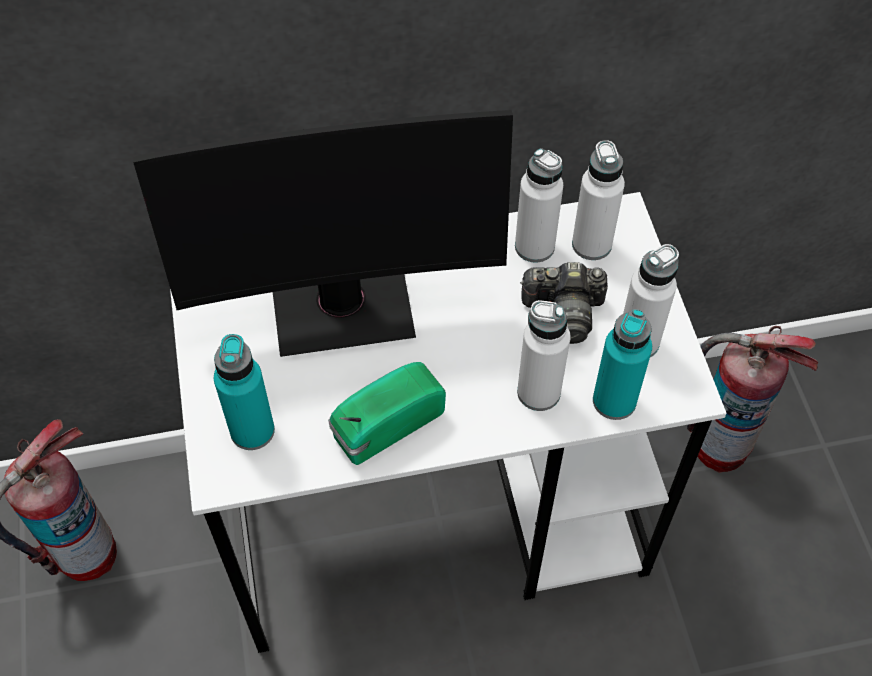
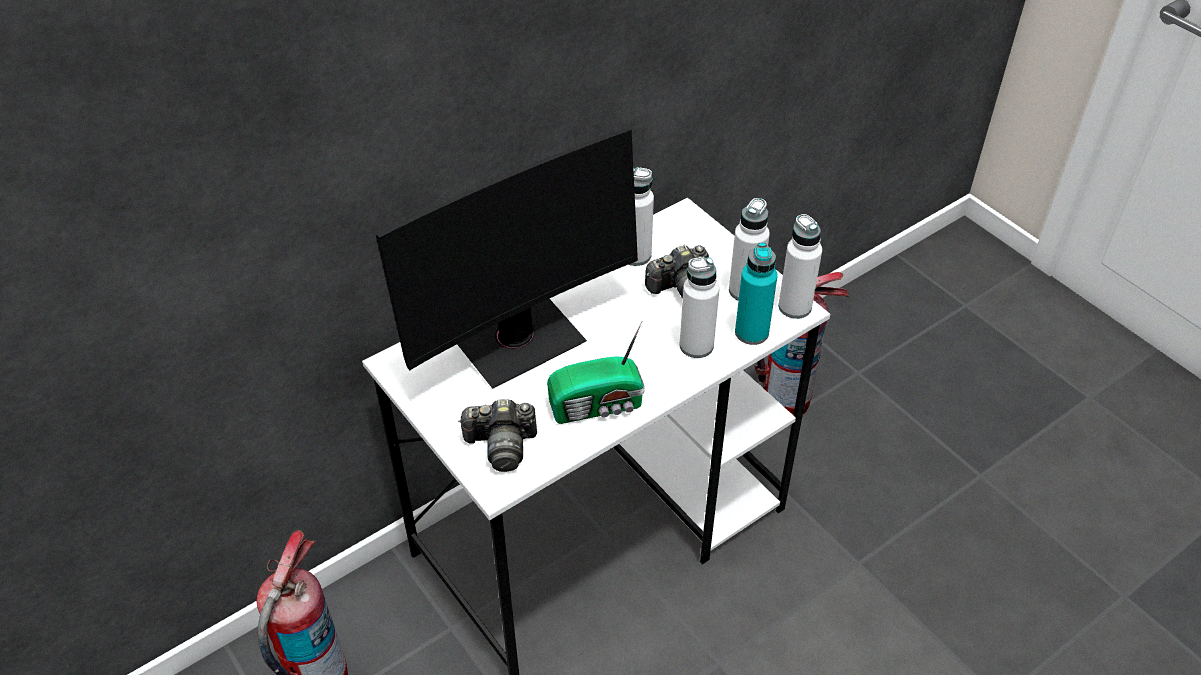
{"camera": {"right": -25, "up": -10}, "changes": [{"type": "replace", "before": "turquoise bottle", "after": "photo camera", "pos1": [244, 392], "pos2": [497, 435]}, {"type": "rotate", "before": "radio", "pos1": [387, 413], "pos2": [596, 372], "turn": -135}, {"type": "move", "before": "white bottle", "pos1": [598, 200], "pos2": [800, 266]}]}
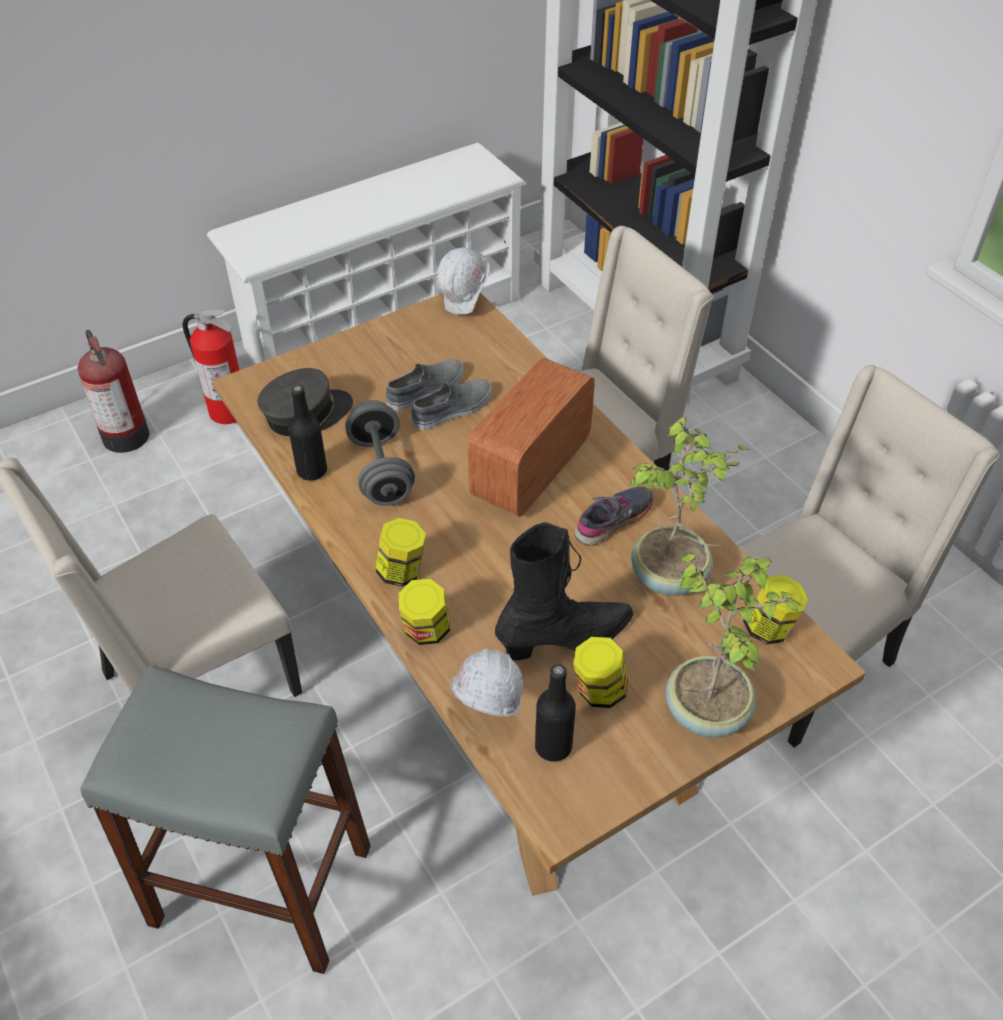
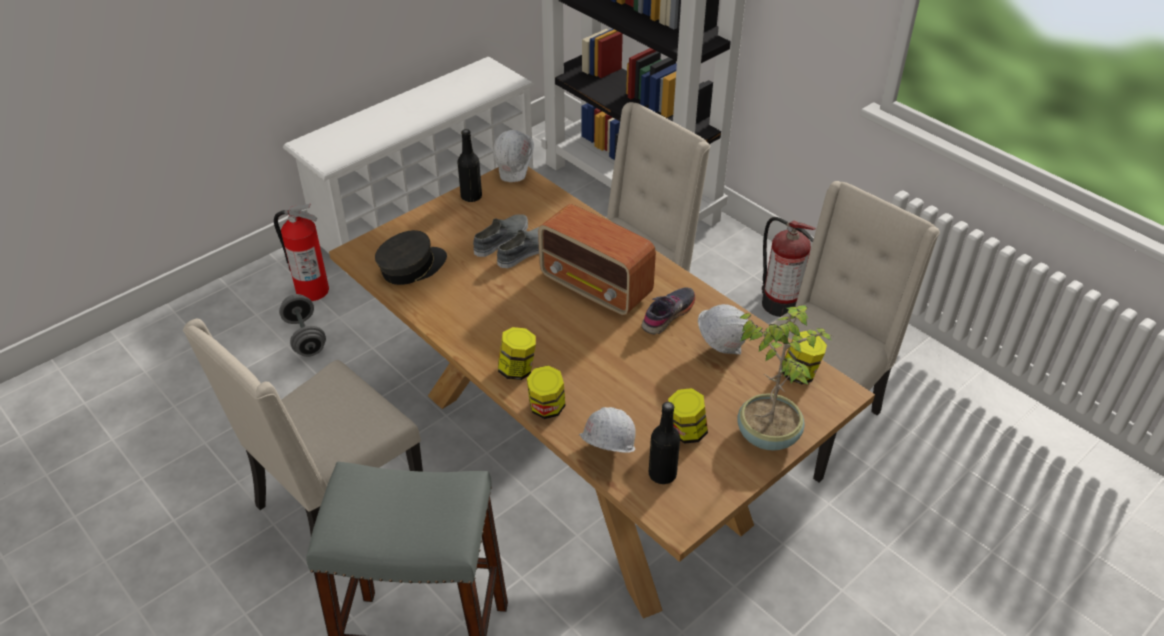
{"camera": {"right": -10, "up": -5}, "changes": [{"type": "move", "before": "grey dumbbell", "pos1": [380, 453], "pos2": [302, 325]}, {"type": "move", "before": "black bottle", "pos1": [307, 433], "pos2": [469, 165]}, {"type": "rotate", "before": "radio", "pos1": [531, 437], "pos2": [597, 259], "turn": -75}, {"type": "replace", "before": "potted plant", "after": "white hard hat", "pos1": [690, 506], "pos2": [723, 329]}, {"type": "move", "before": "fire extinguisher", "pos1": [113, 391], "pos2": [789, 267]}, {"type": "delete", "before": "black boot", "pos1": [564, 591]}]}
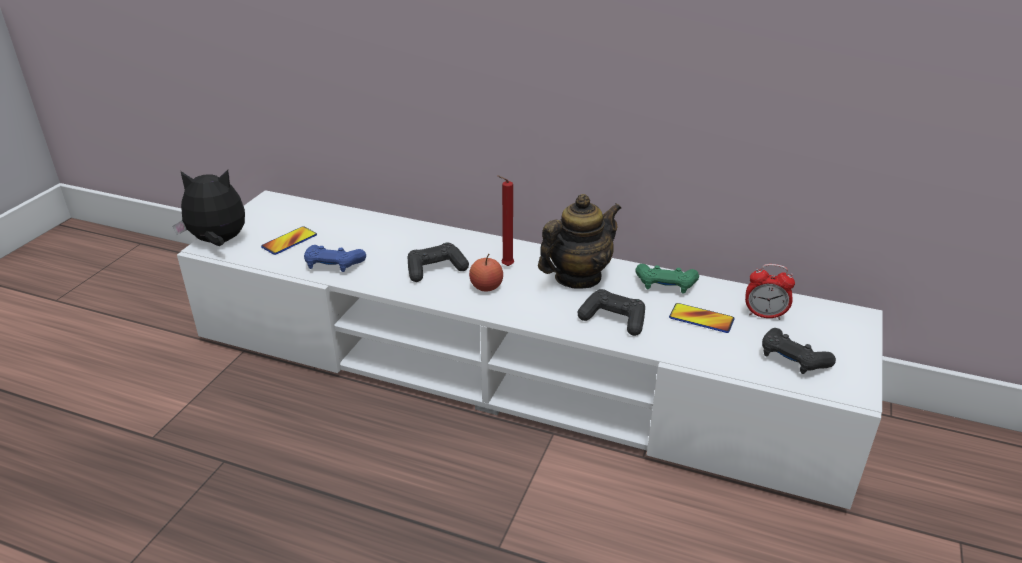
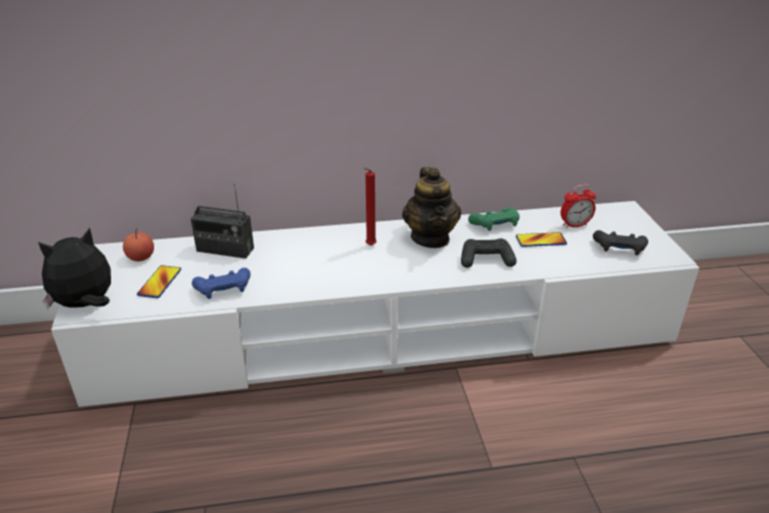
{"camera": {"right": -30, "up": 0}, "changes": [{"type": "move", "before": "apple", "pos1": [486, 273], "pos2": [138, 244]}, {"type": "insert", "after": "radio", "pos2": [222, 221]}, {"type": "rotate", "before": "teapot", "pos1": [579, 241], "pos2": [431, 207], "turn": 150}, {"type": "delete", "before": "black game controller", "pos1": [438, 262]}]}
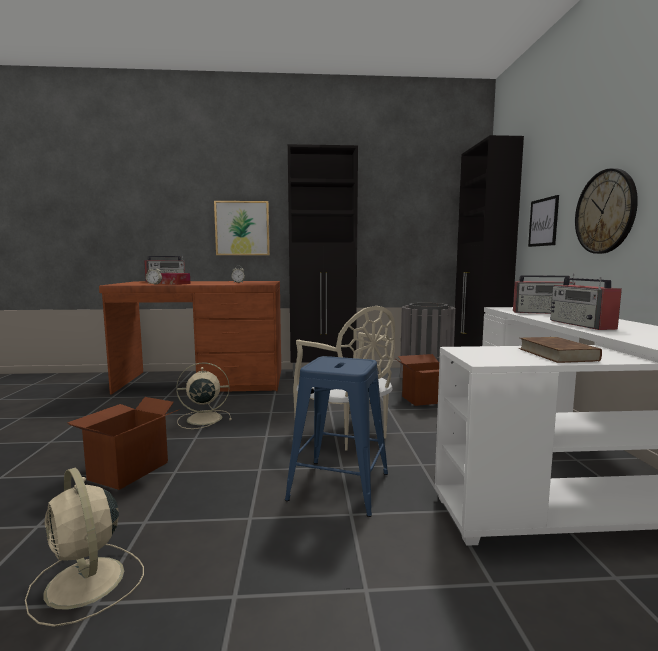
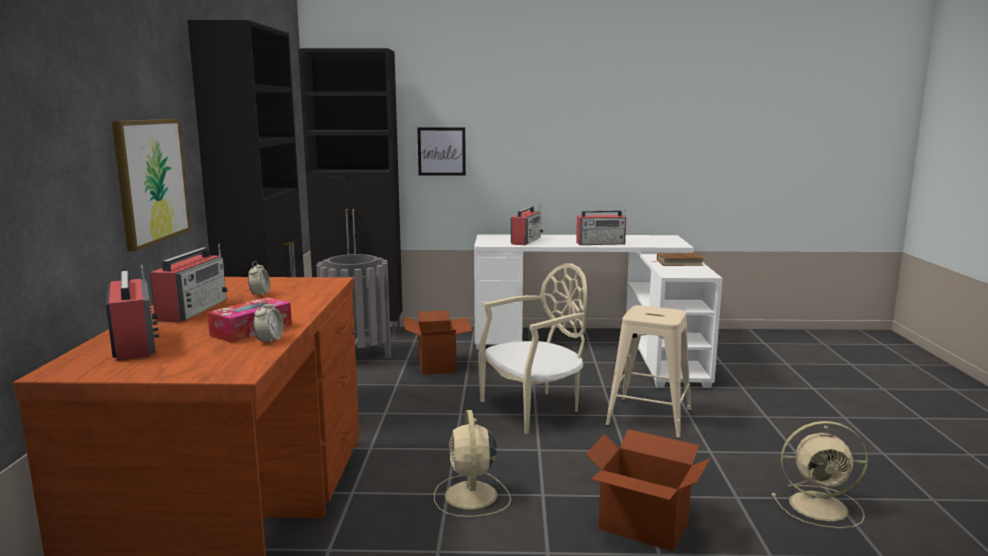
{"camera": {"right": -85, "up": 5}, "changes": [{"type": "insert", "after": "radio", "pos2": [189, 283]}, {"type": "recolor", "before": "blue stool", "after": "beige stool", "pos1": [336, 436], "pos2": [648, 371]}, {"type": "rotate", "before": "beige fan", "pos1": [84, 547], "pos2": [820, 474], "turn": 45}, {"type": "delete", "before": "wall clock", "pos1": [606, 211]}]}
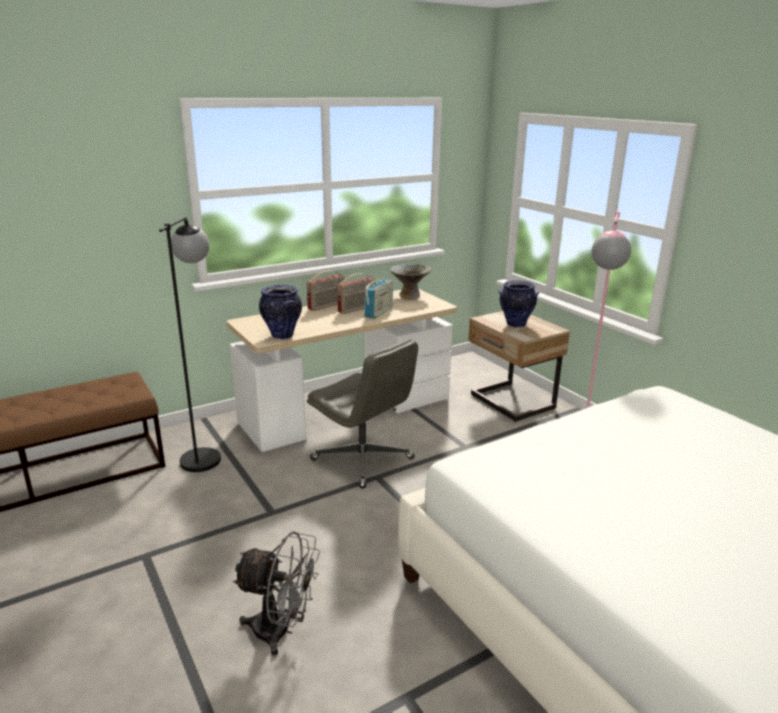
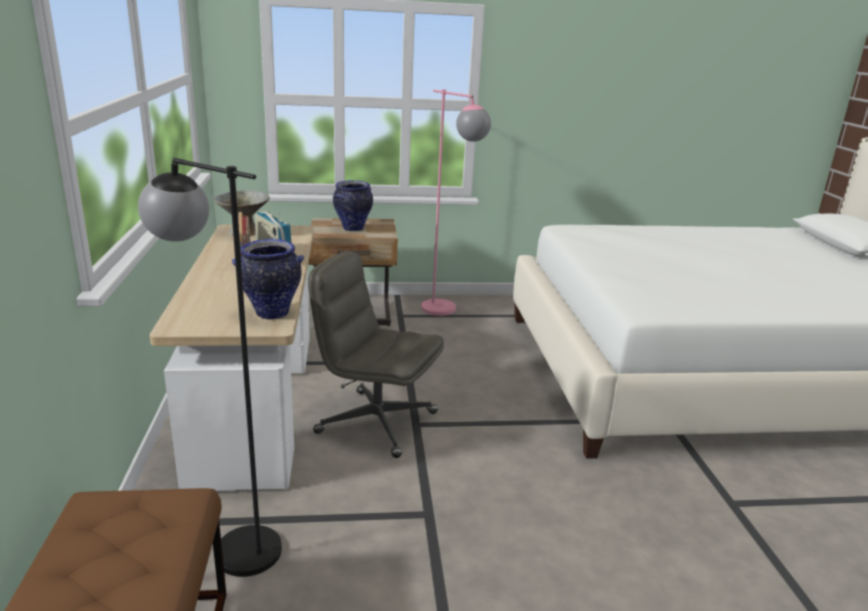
{"camera": {"right": -65, "up": 0}, "changes": [{"type": "rotate", "before": "grey office chair", "pos1": [362, 414], "pos2": [376, 354], "turn": -135}, {"type": "delete", "before": "grey fan", "pos1": [276, 593]}, {"type": "delete", "before": "radio", "pos1": [325, 291]}]}
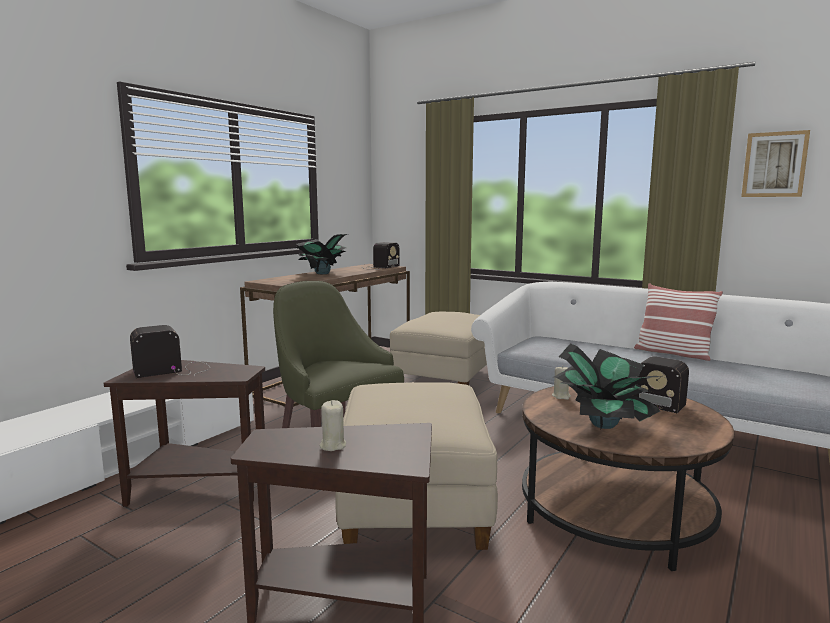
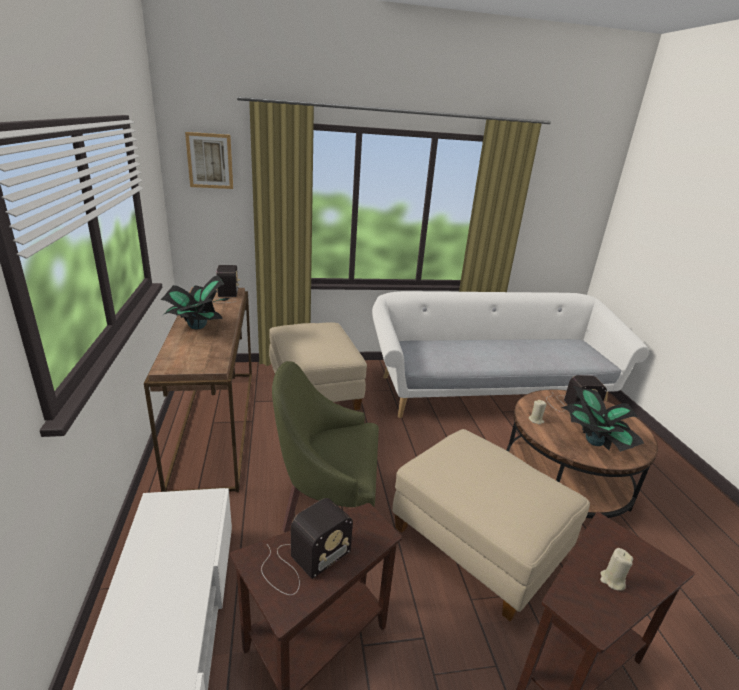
{"camera": {"right": -45, "up": 15}, "changes": [{"type": "move", "before": "picture", "pos1": [775, 163], "pos2": [209, 160]}, {"type": "rotate", "before": "radio", "pos1": [170, 351], "pos2": [307, 546], "turn": -150}, {"type": "delete", "before": "pillow", "pos1": [678, 322]}]}
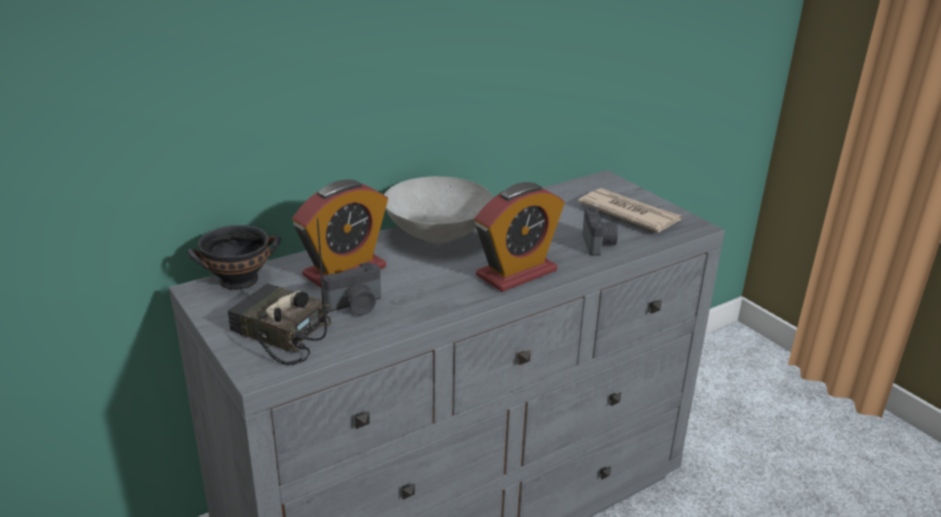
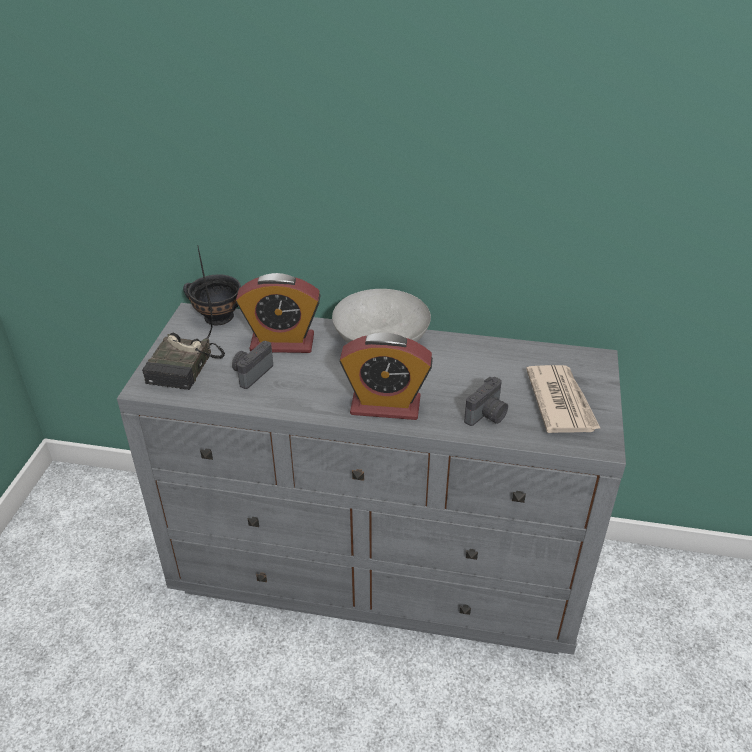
{"camera": {"right": 45, "up": 10}, "changes": [{"type": "rotate", "before": "radio", "pos1": [279, 291], "pos2": [183, 317], "turn": -150}, {"type": "rotate", "before": "photo camera", "pos1": [352, 288], "pos2": [252, 365], "turn": 105}]}
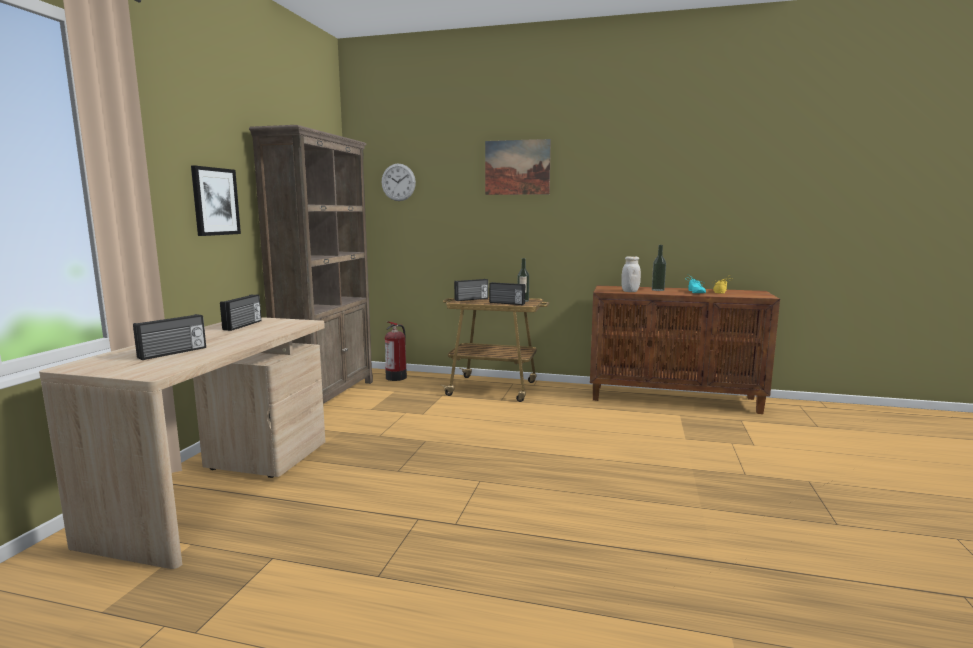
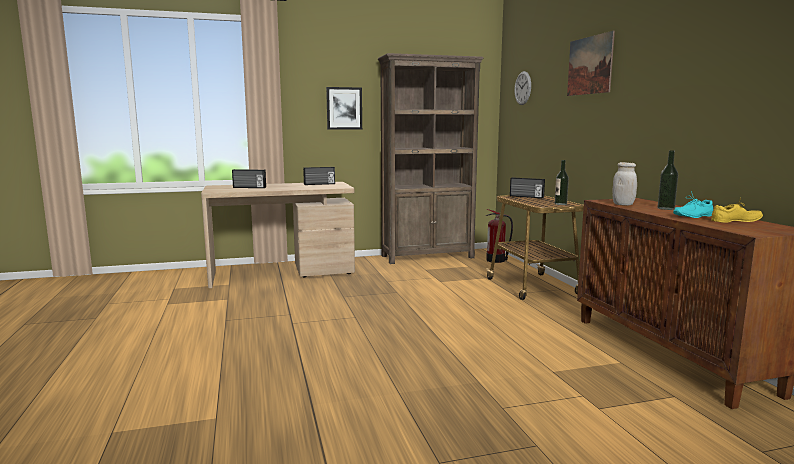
{"camera": {"right": 60, "up": 0}, "changes": [{"type": "delete", "before": "radio", "pos1": [507, 293]}]}
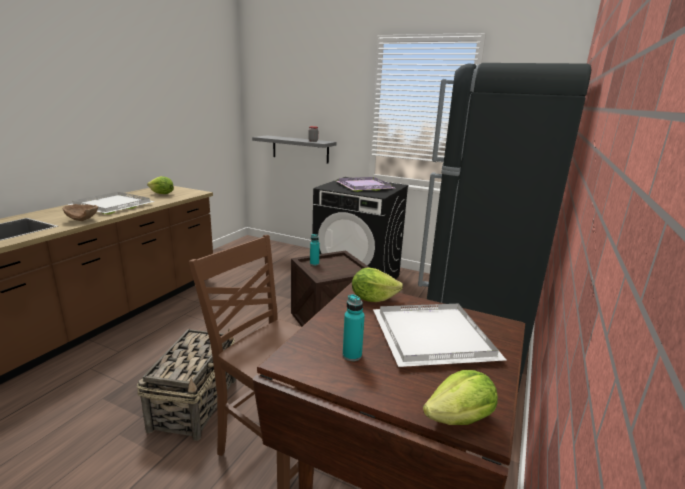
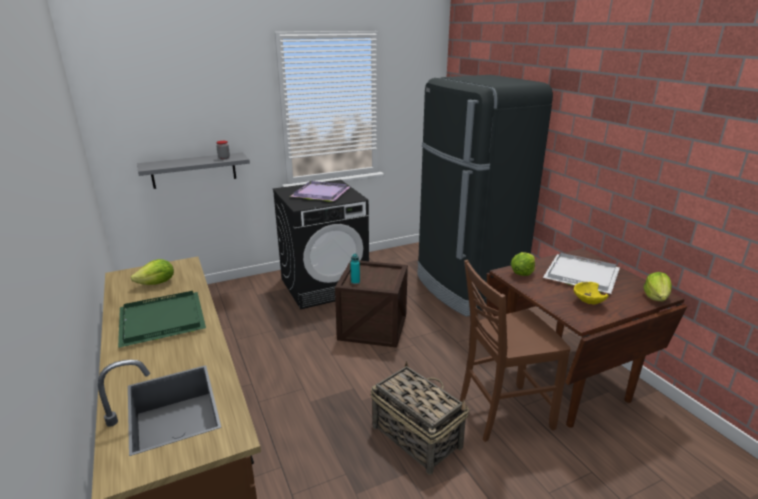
{"camera": {"right": -50, "up": 5}, "changes": [{"type": "recolor", "before": "white tray", "after": "green tray", "pos1": [111, 203], "pos2": [162, 319]}, {"type": "replace", "before": "turquoise bottle", "after": "yellow bowl", "pos1": [354, 327], "pos2": [591, 293]}, {"type": "delete", "before": "brown bowl", "pos1": [80, 212]}]}
